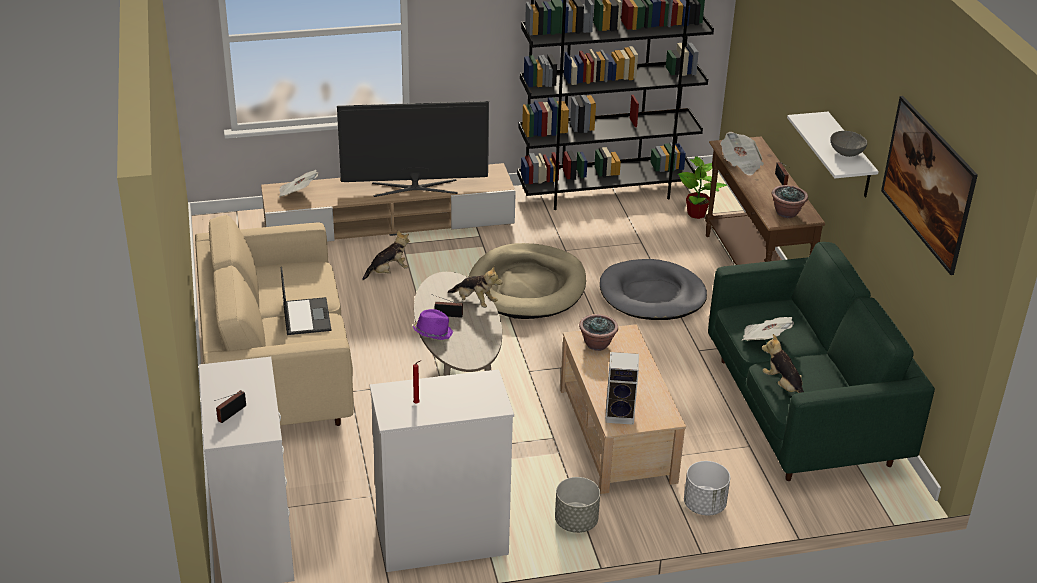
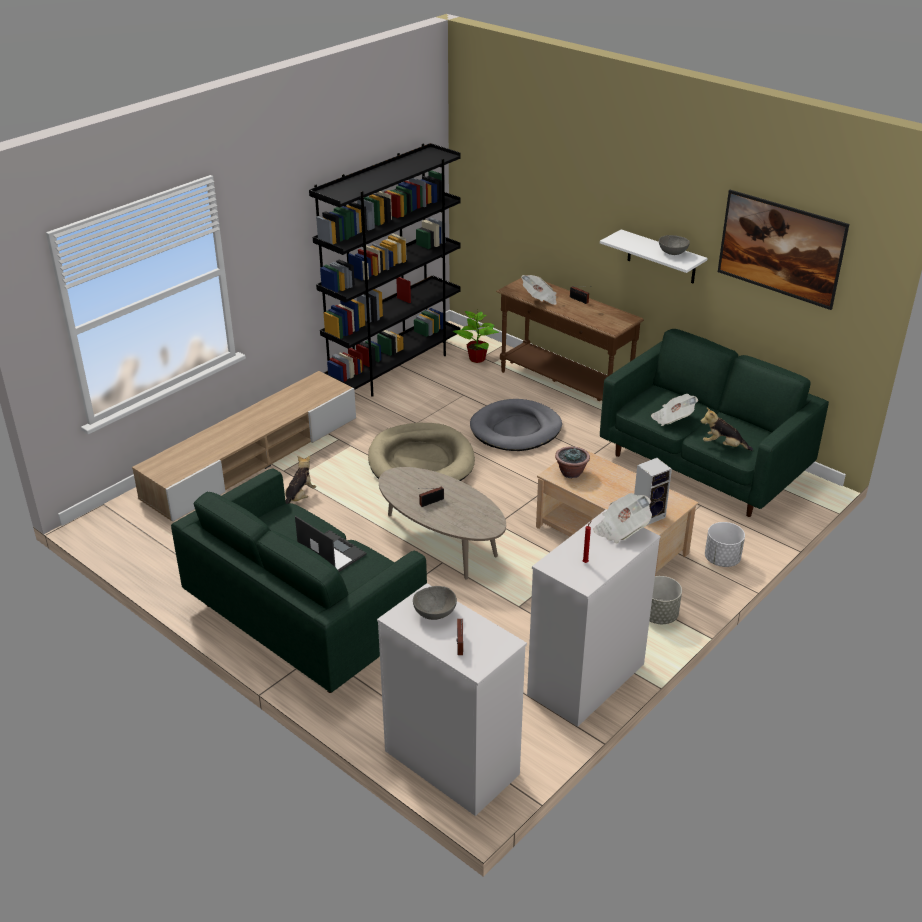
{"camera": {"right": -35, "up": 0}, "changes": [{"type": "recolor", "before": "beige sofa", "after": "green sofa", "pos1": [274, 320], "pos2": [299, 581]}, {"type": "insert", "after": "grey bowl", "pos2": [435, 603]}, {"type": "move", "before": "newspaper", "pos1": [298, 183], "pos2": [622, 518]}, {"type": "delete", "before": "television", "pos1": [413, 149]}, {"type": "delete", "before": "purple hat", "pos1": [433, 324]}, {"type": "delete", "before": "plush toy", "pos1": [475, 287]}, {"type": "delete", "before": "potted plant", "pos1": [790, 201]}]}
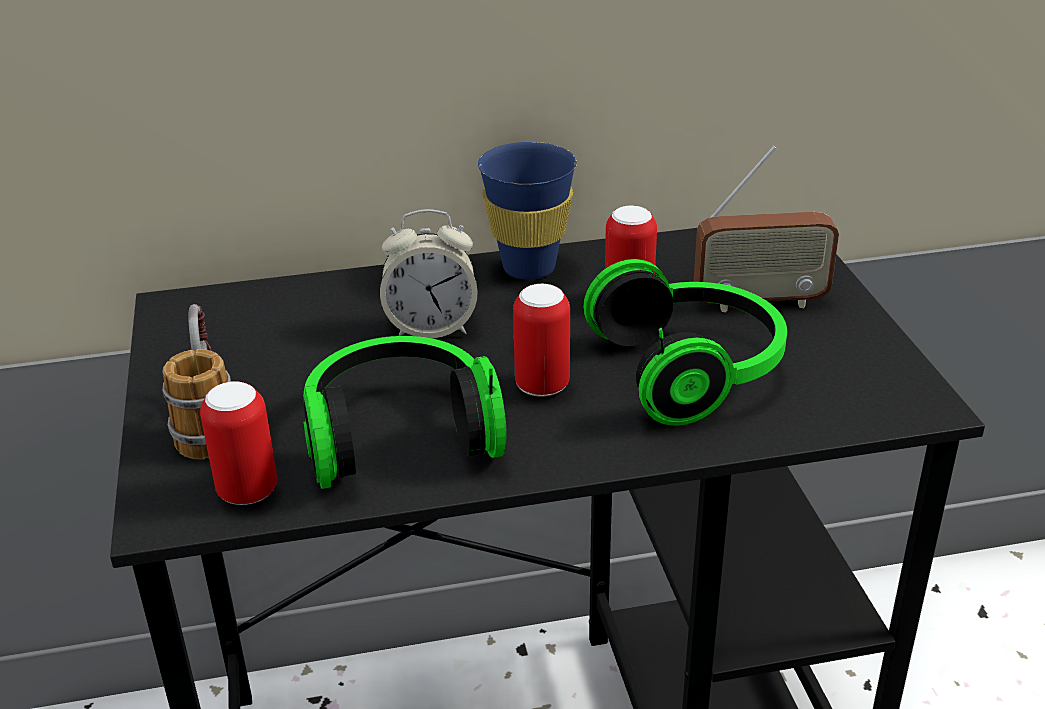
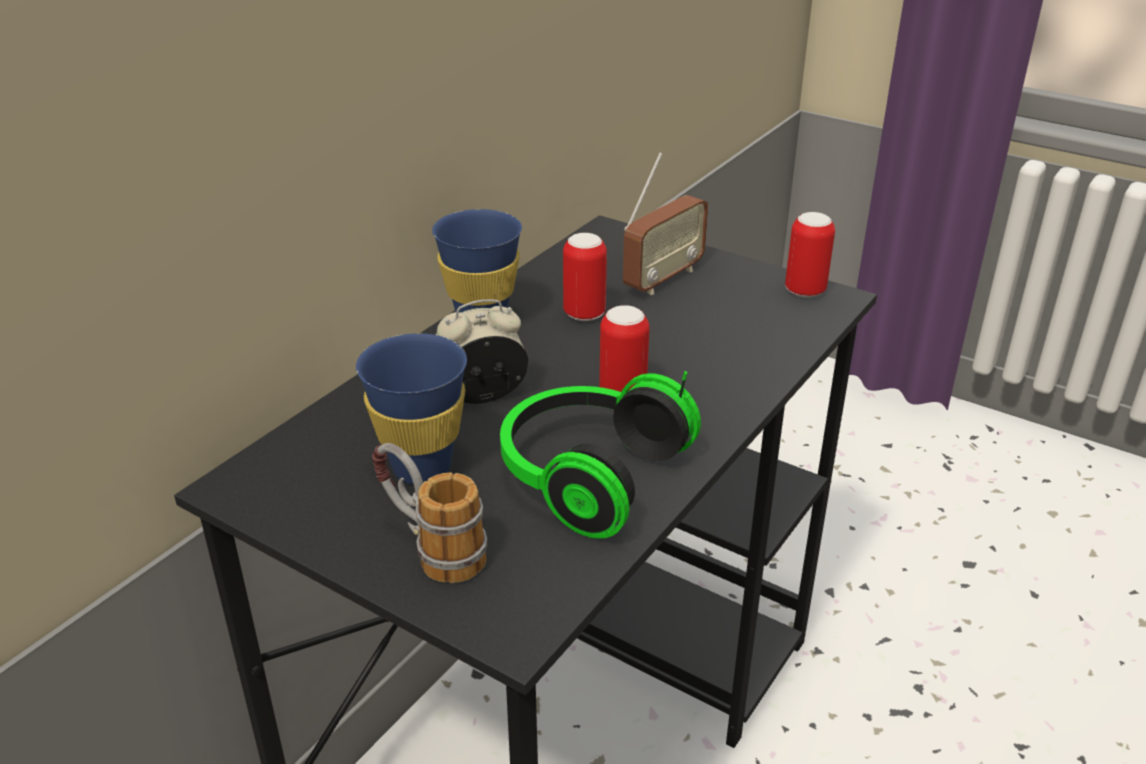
{"camera": {"right": -45, "up": 0}, "changes": [{"type": "insert", "after": "blue cup", "pos2": [411, 409]}, {"type": "rotate", "before": "alarm clock", "pos1": [429, 273], "pos2": [482, 351], "turn": -150}, {"type": "move", "before": "can", "pos1": [238, 443], "pos2": [810, 255]}, {"type": "delete", "before": "headphones", "pos1": [685, 342]}]}
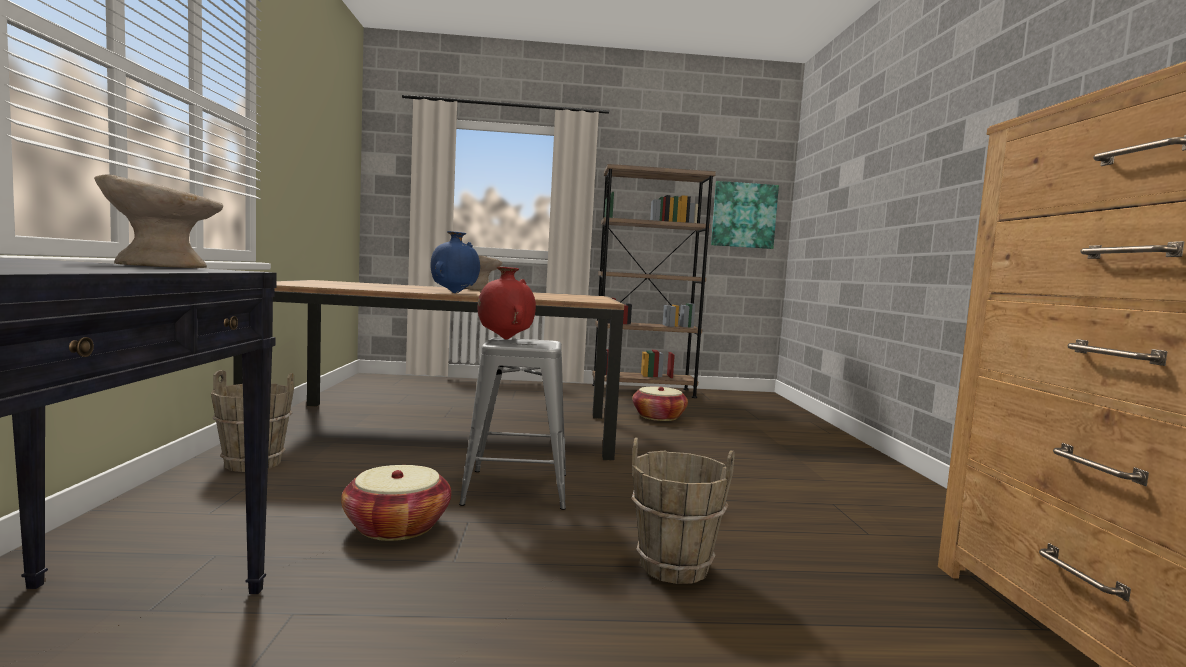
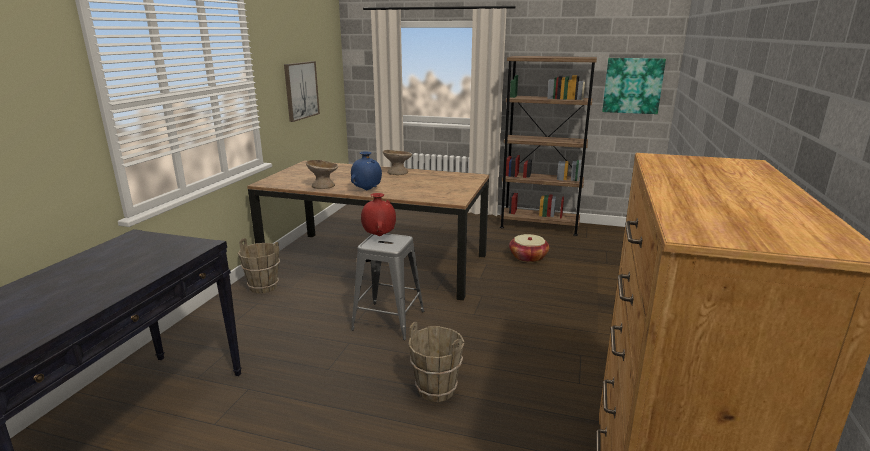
{"camera": {"right": 20, "up": 15}, "changes": [{"type": "insert", "after": "picture", "pos2": [302, 91]}, {"type": "move", "before": "beige bowl", "pos1": [158, 221], "pos2": [322, 174]}, {"type": "delete", "before": "basket", "pos1": [396, 503]}]}
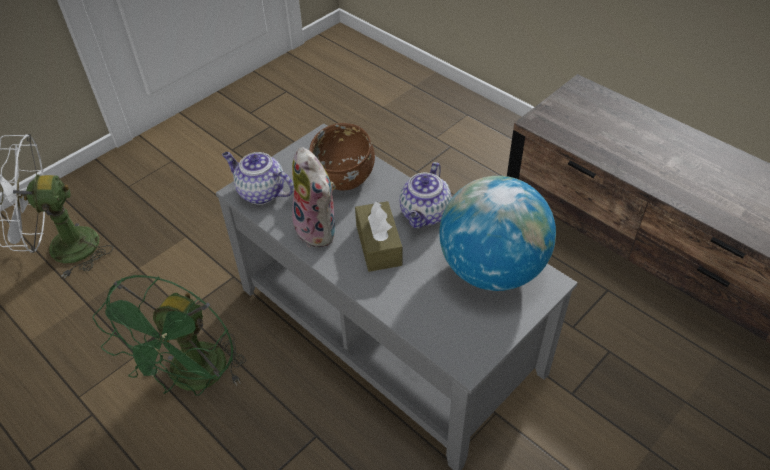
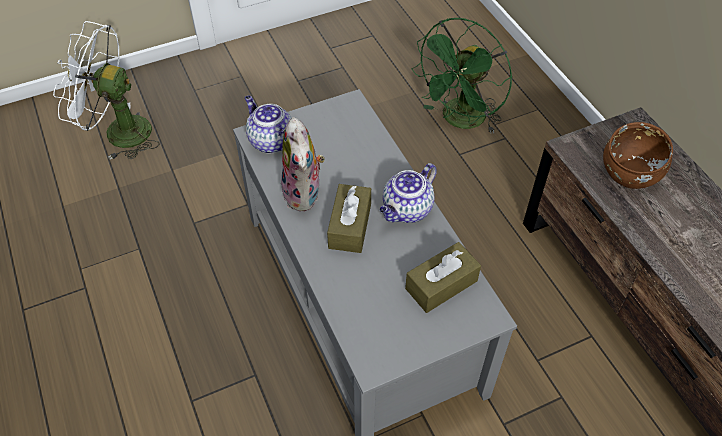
{"camera": {"right": 20, "up": 5}, "changes": [{"type": "replace", "before": "globe", "after": "brown tissue box", "pos1": [497, 233], "pos2": [443, 277]}, {"type": "move", "before": "green fan", "pos1": [169, 335], "pos2": [461, 76]}, {"type": "move", "before": "brown bowl", "pos1": [342, 157], "pos2": [638, 155]}]}
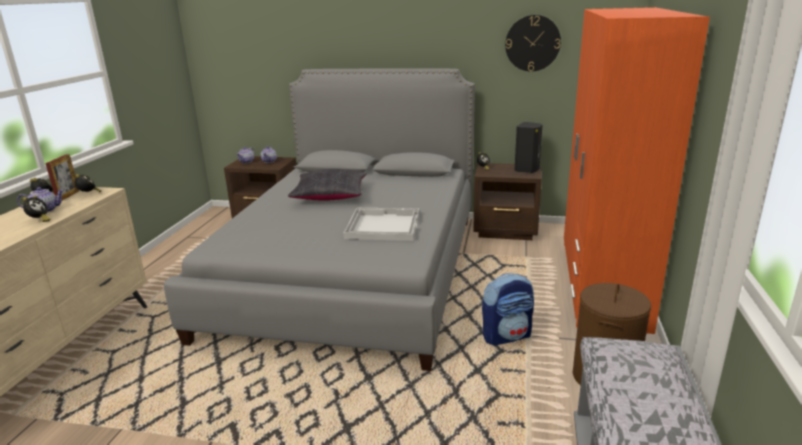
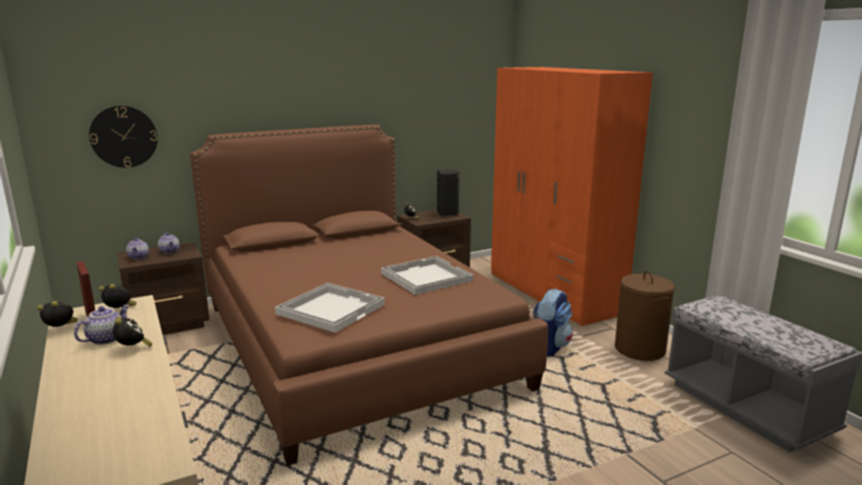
{"camera": {"right": -40, "up": -5}, "changes": [{"type": "move", "before": "wall clock", "pos1": [533, 43], "pos2": [123, 137]}, {"type": "recolor", "before": "grey bed", "after": "brown bed", "pos1": [319, 219], "pos2": [369, 295]}, {"type": "insert", "after": "white tray", "pos2": [330, 308]}, {"type": "delete", "before": "black pillow", "pos1": [327, 185]}]}
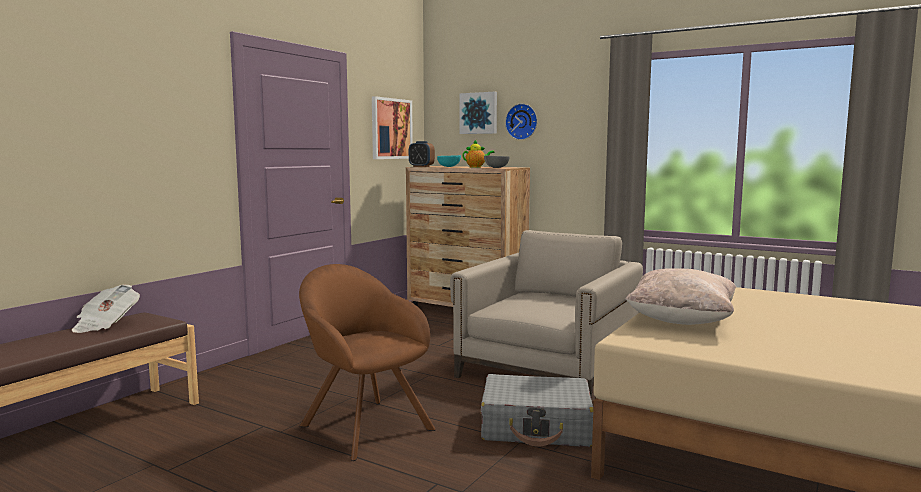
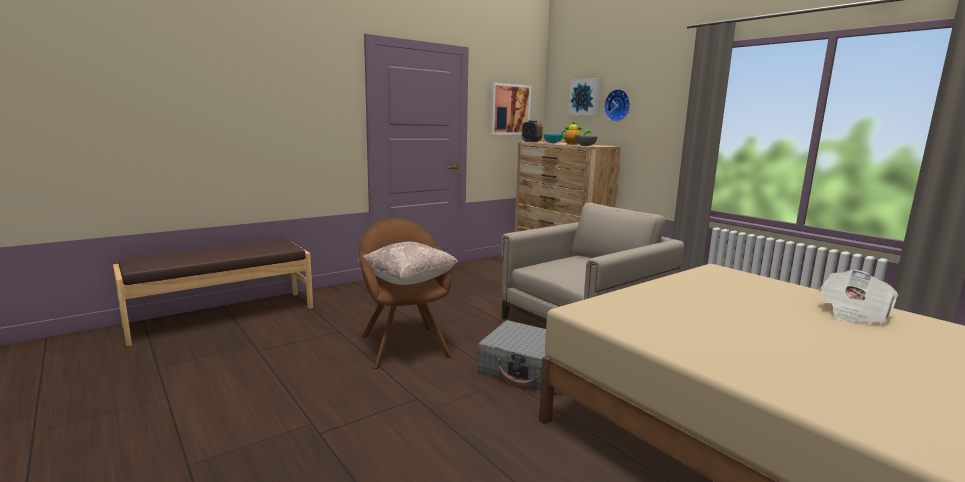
{"camera": {"right": 20, "up": 5}, "changes": [{"type": "move", "before": "beige pillow", "pos1": [681, 296], "pos2": [408, 263]}, {"type": "move", "before": "newspaper", "pos1": [105, 309], "pos2": [858, 296]}]}
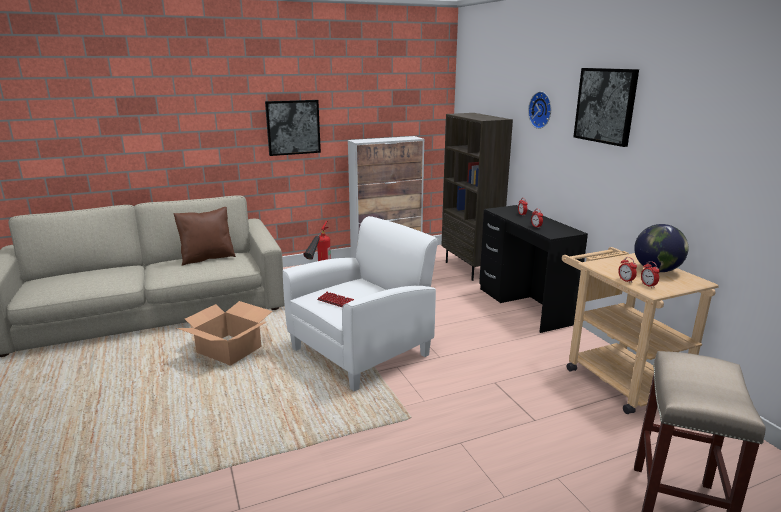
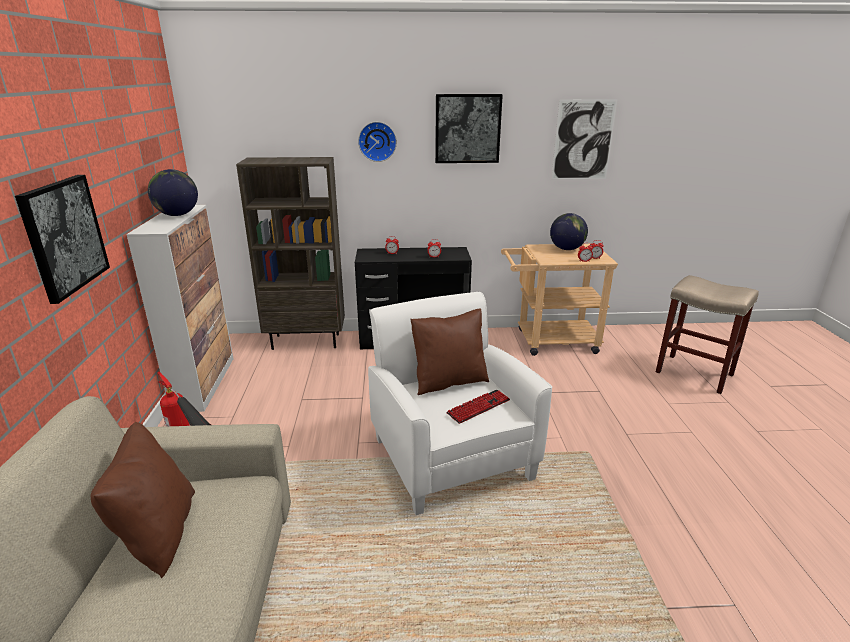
{"camera": {"right": -70, "up": 5}, "changes": [{"type": "insert", "after": "globe", "pos2": [173, 192]}, {"type": "insert", "after": "brown pillow", "pos2": [450, 352]}, {"type": "insert", "after": "picture", "pos2": [584, 139]}, {"type": "delete", "before": "cardboard box", "pos1": [224, 333]}]}
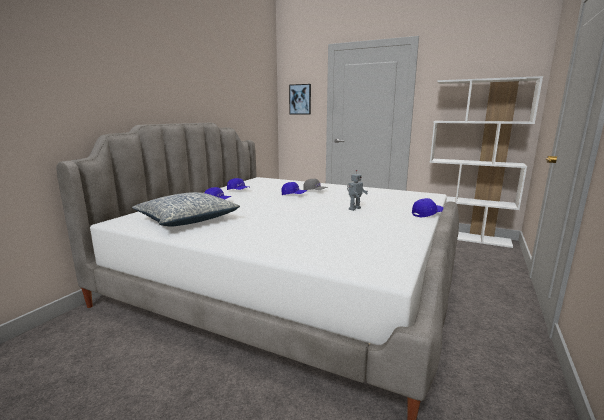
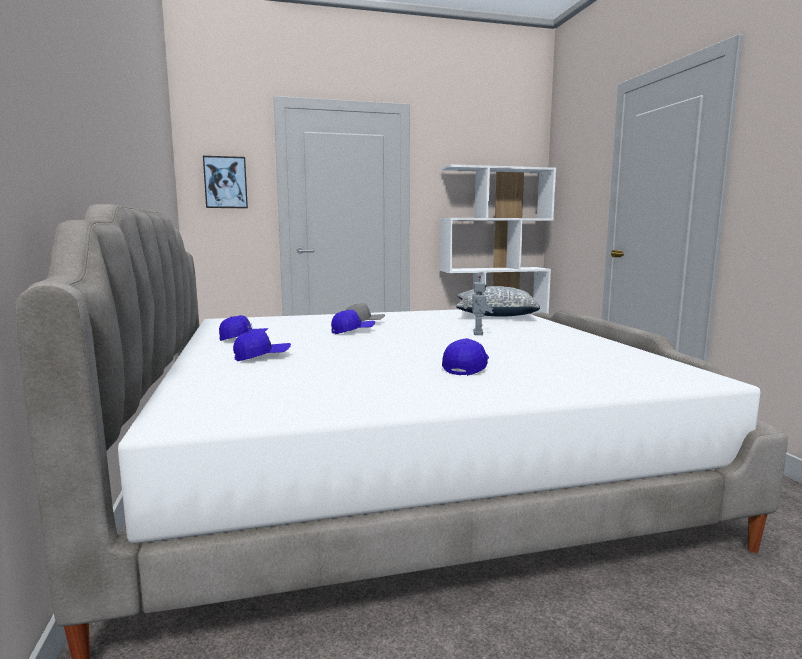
{"camera": {"right": -40, "up": -5}, "changes": [{"type": "move", "before": "blue cap", "pos1": [427, 208], "pos2": [465, 357]}, {"type": "move", "before": "pillow", "pos1": [186, 209], "pos2": [498, 301]}]}
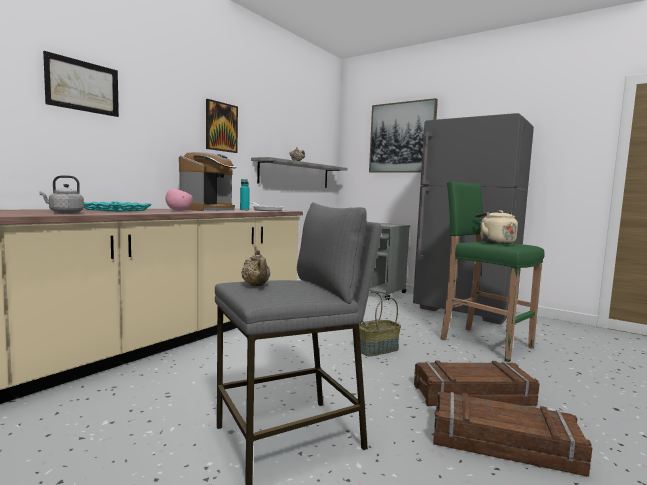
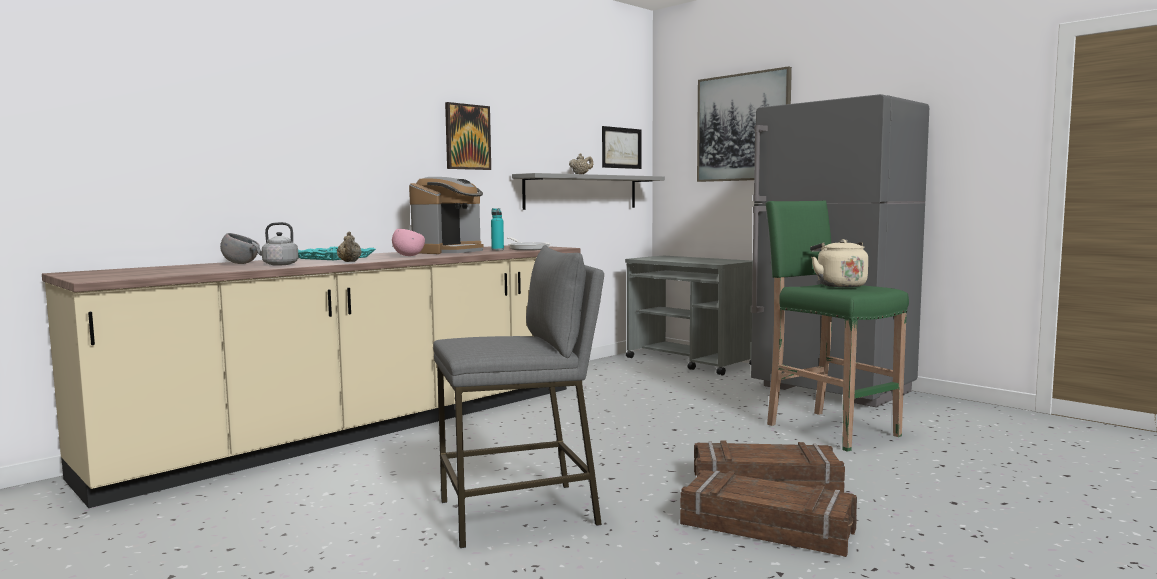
{"camera": {"right": 10, "up": 0}, "changes": [{"type": "insert", "after": "grey bowl", "pos2": [240, 248]}, {"type": "move", "before": "beige teapot", "pos1": [255, 268], "pos2": [349, 247]}, {"type": "move", "before": "picture", "pos1": [81, 84], "pos2": [622, 147]}, {"type": "delete", "before": "basket", "pos1": [380, 324]}]}
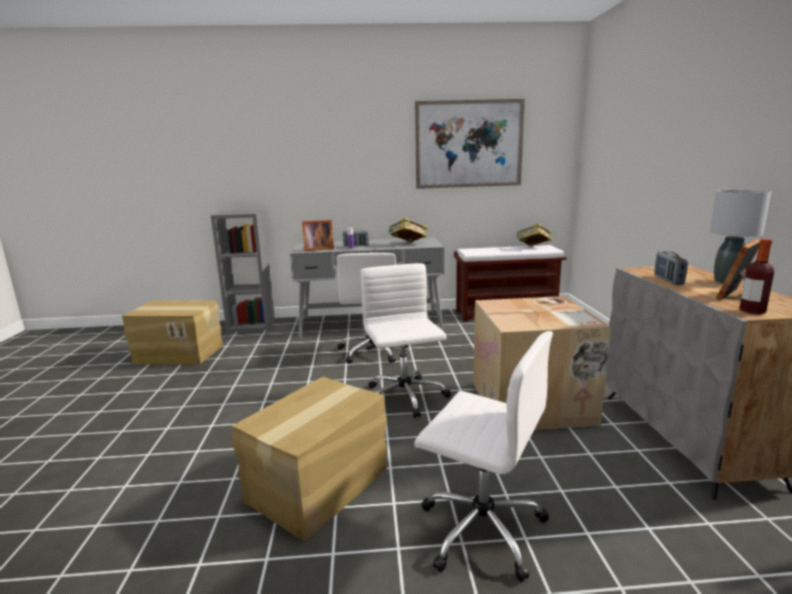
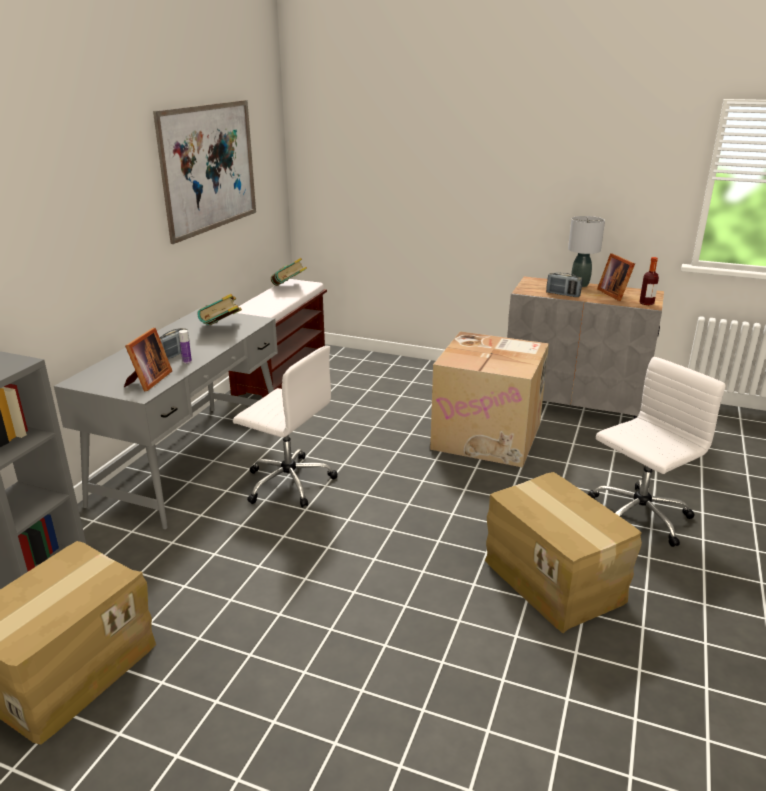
{"camera": {"right": -65, "up": 10}, "changes": [{"type": "delete", "before": "white office chair", "pos1": [406, 340]}]}
